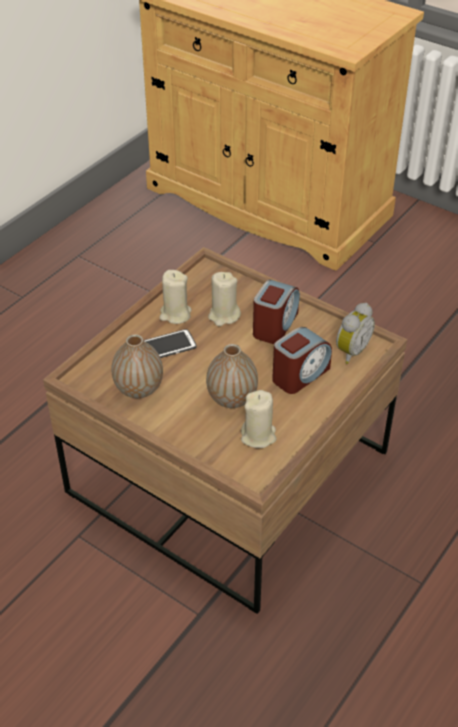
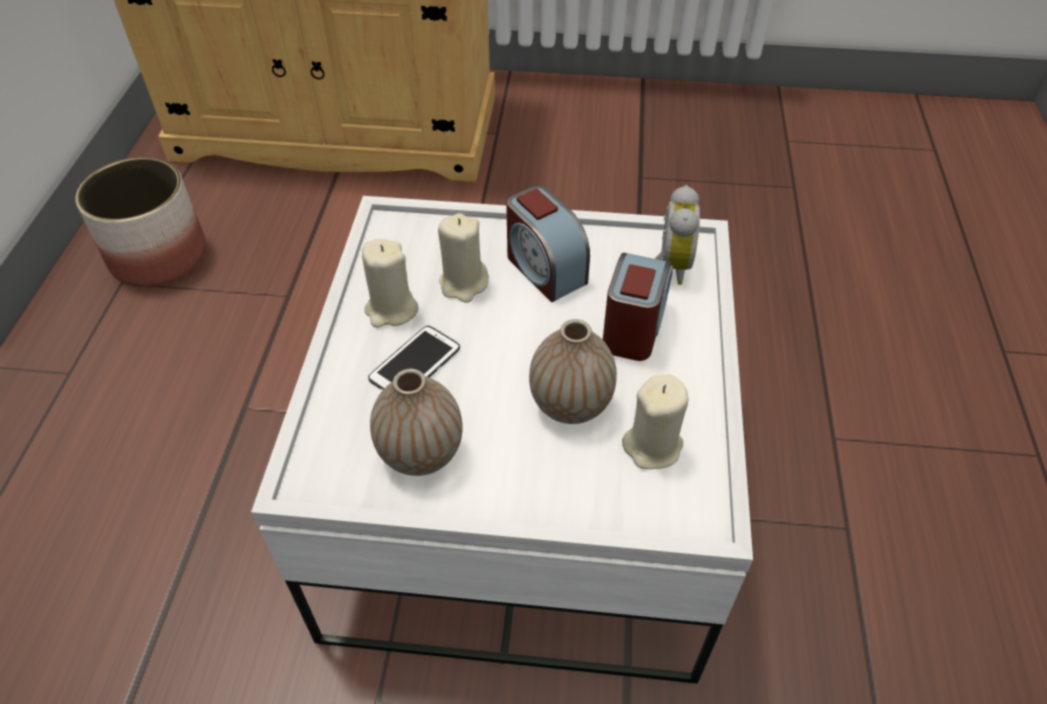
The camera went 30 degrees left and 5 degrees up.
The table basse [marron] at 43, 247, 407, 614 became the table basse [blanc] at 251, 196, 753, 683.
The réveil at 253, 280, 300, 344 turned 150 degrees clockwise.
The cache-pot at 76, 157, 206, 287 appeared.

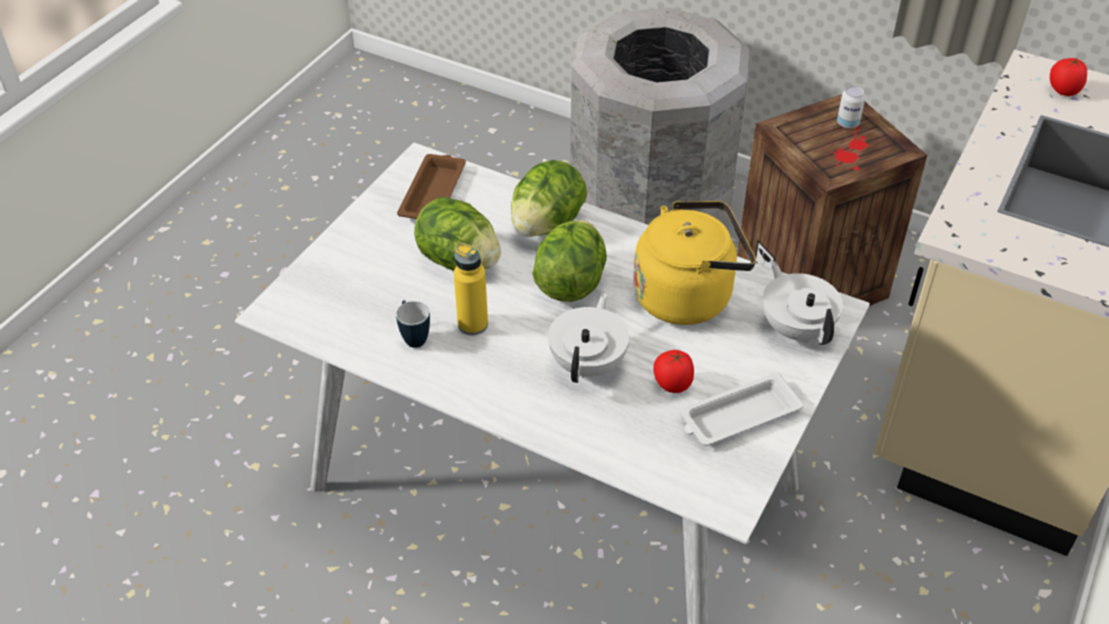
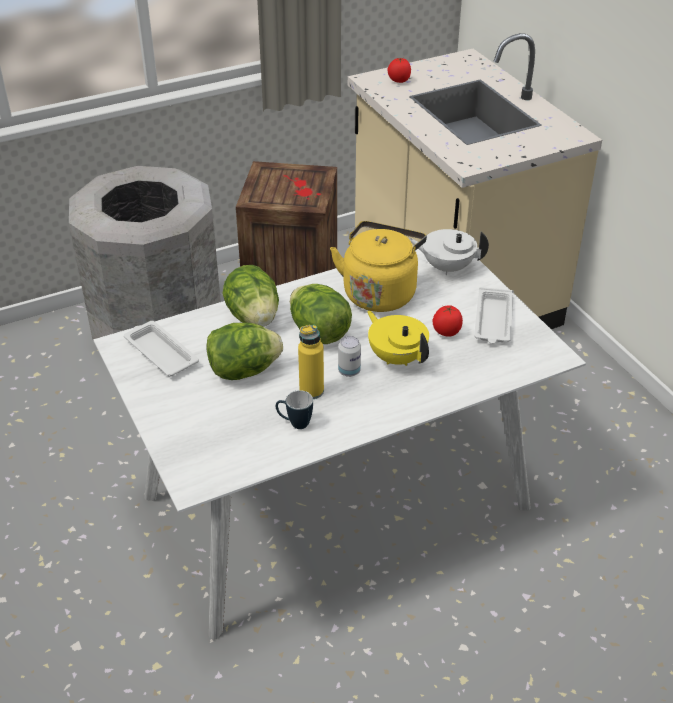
The camera went 55 degrees left and 5 degrees down.
The boîte métallique moved from 837, 86, 865, 129 to 338, 336, 361, 377.
The plateau [marron] at 397, 154, 466, 219 became the plateau [blanc] at 124, 321, 199, 377.
The théière [blanc] at 548, 293, 629, 383 became the théière [jaune] at 367, 311, 429, 366.

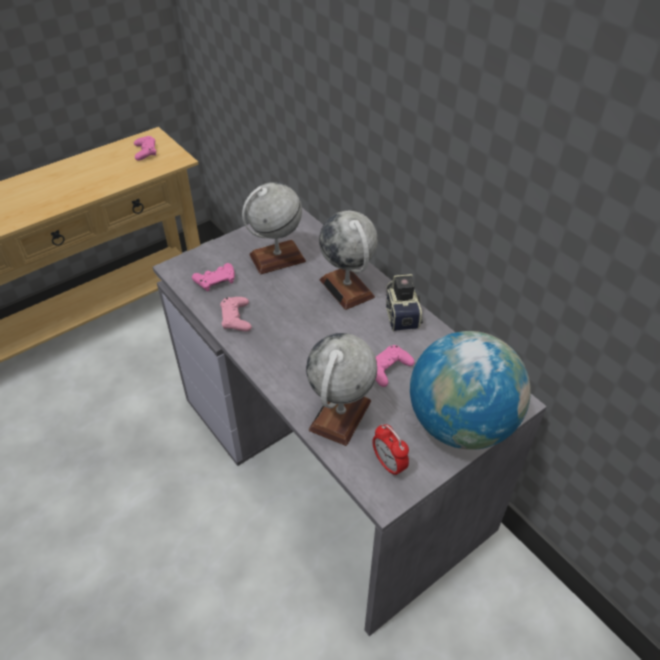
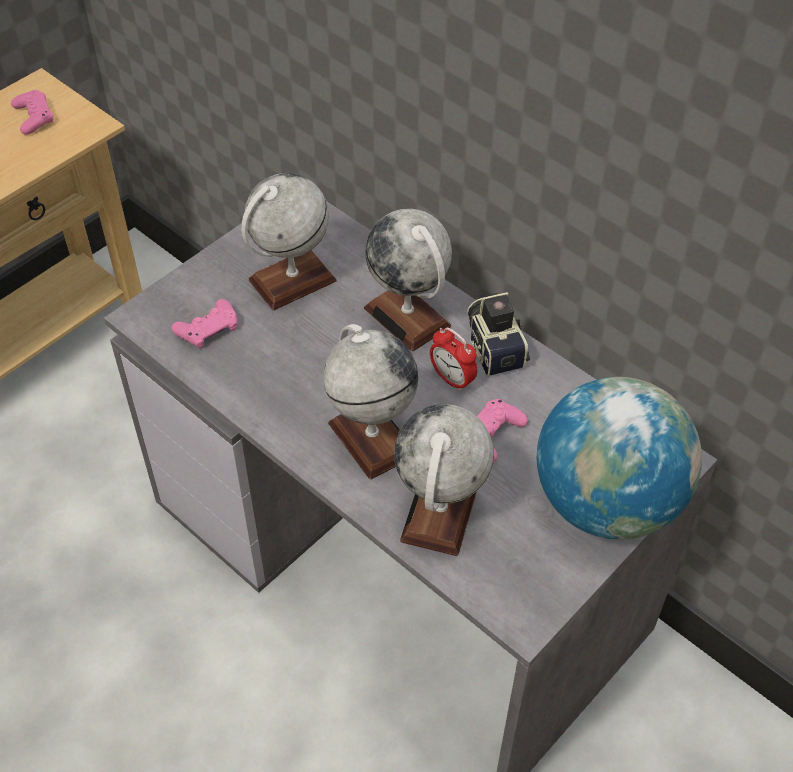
The camera went 10 degrees left and 5 degrees up.
The manette [rose] at 220, 297, 252, 331 disappeared.
The réveil moved from 372, 424, 409, 477 to 430, 327, 477, 392.
The globe at 324, 324, 418, 480 appeared.

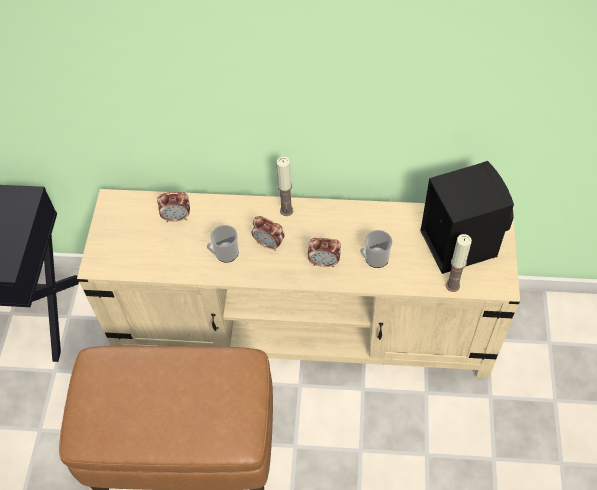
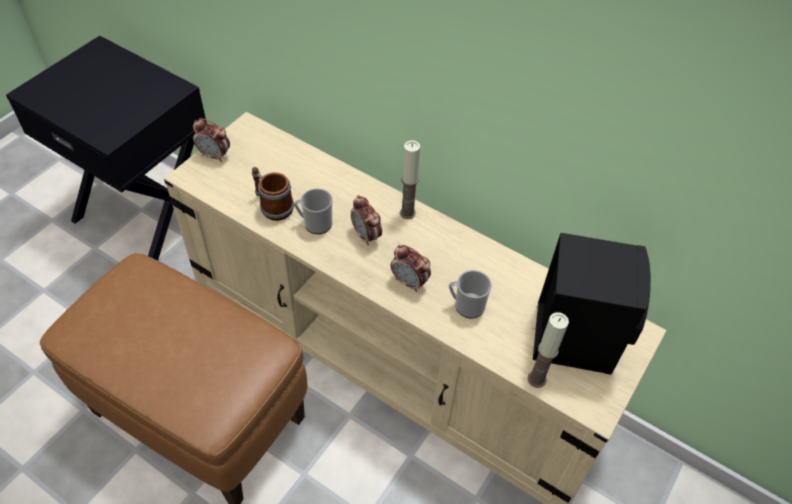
The camera went 25 degrees right and 5 degrees down.
The réveil moved from 157, 192, 190, 222 to 193, 118, 230, 162.
The mug at 252, 167, 294, 221 appeared.

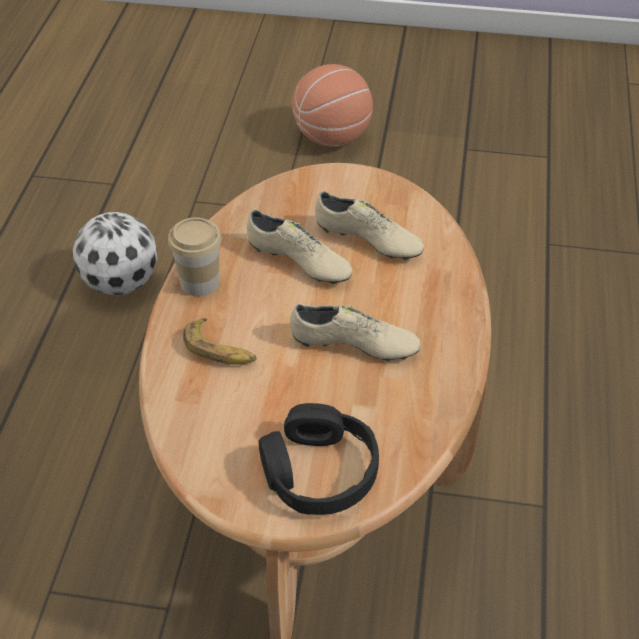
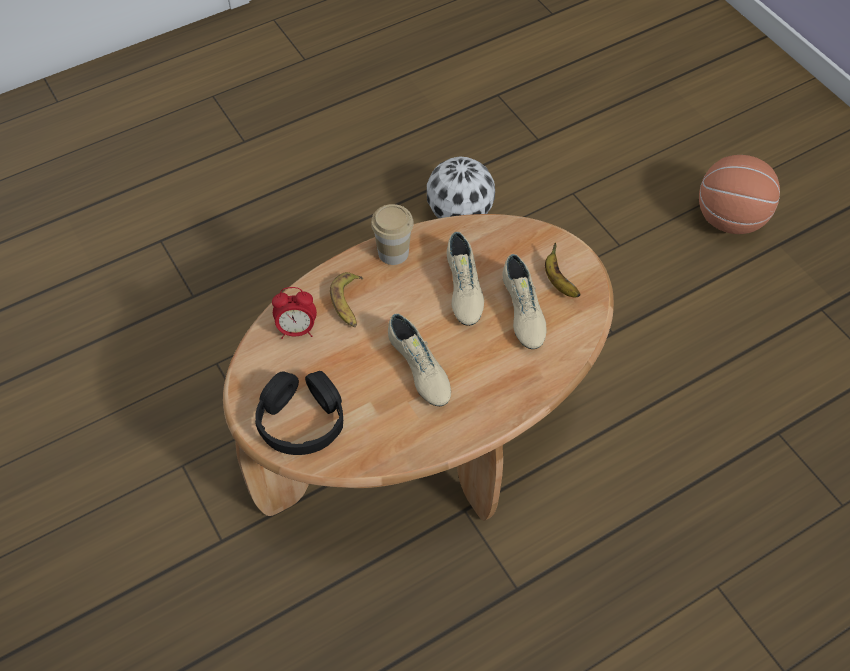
The camera went 50 degrees right and 10 degrees up.
The banane at 545, 242, 581, 297 appeared.
The réveil at 272, 287, 317, 339 appeared.

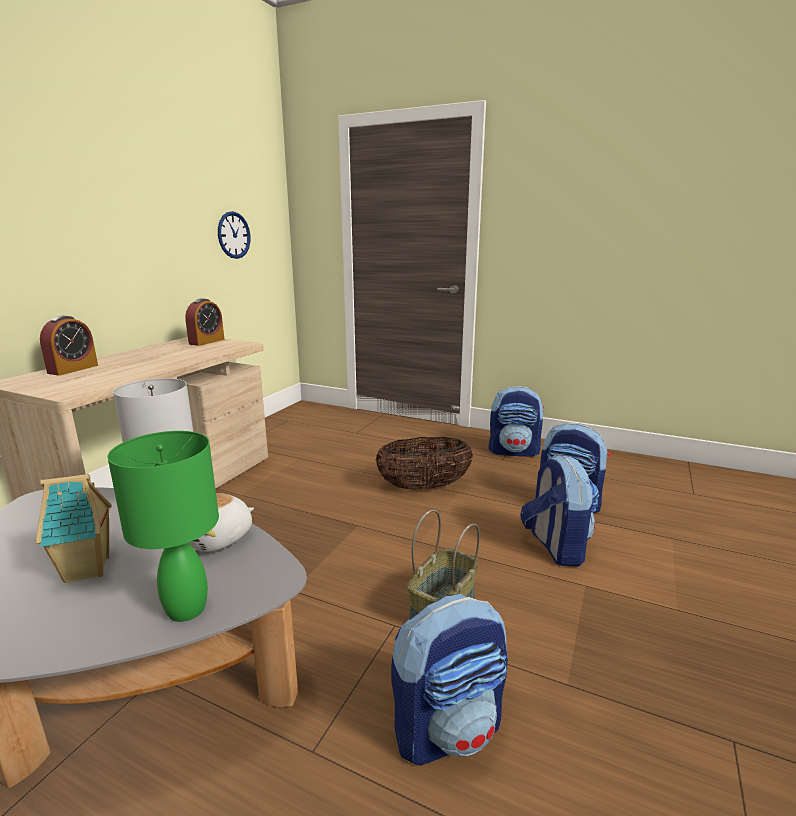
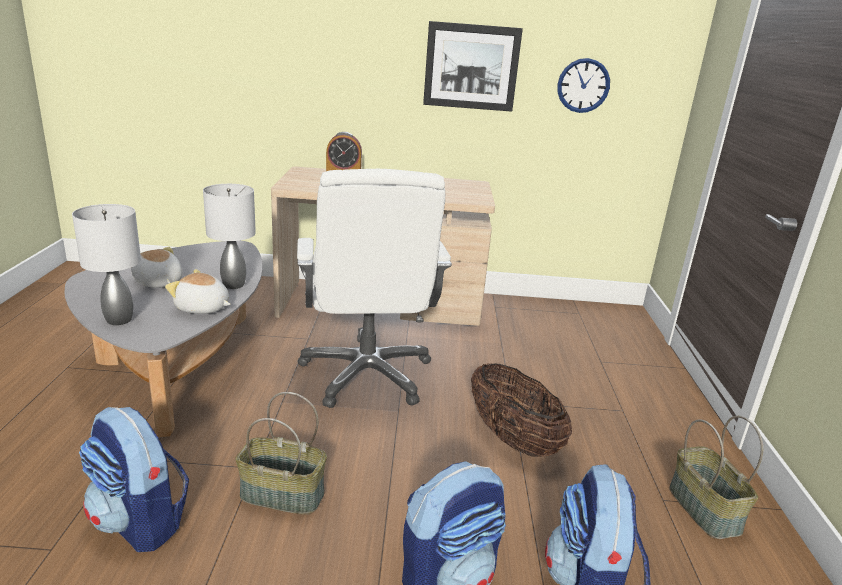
The camera went 65 degrees right and 5 degrees up.
The réveil at 185, 298, 225, 346 disappeared.
The sac à dos at 488, 386, 544, 457 was replaced by the panier at 669, 416, 763, 539.
The lampe de table [vert] at 107, 431, 219, 622 became the lampe de table [gris] at 72, 204, 141, 325.
The maison miniature at 36, 474, 112, 583 was replaced by the peluche at 131, 247, 183, 288.
The tableau at 423, 21, 523, 112 appeared.
The chaise de bureau [blanc] at 297, 169, 452, 408 appeared.

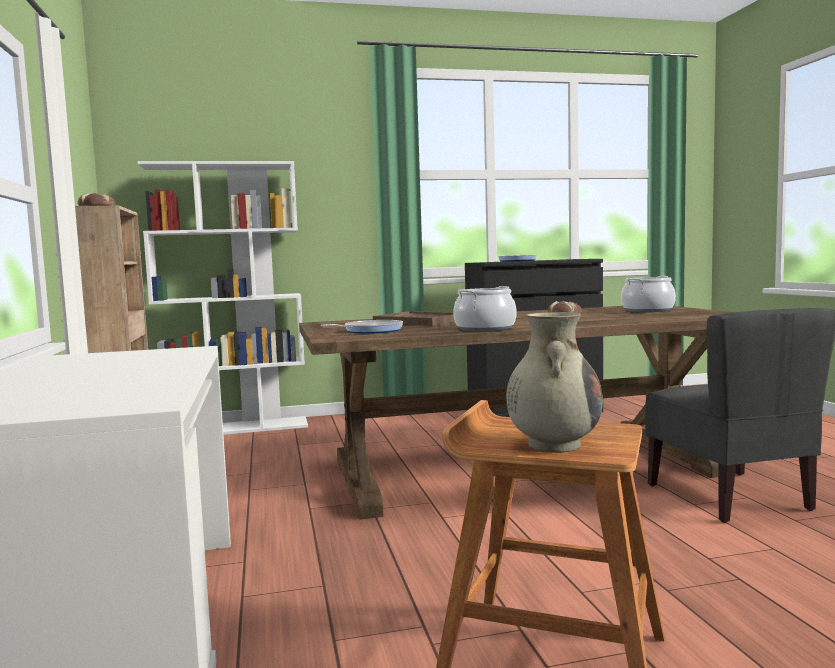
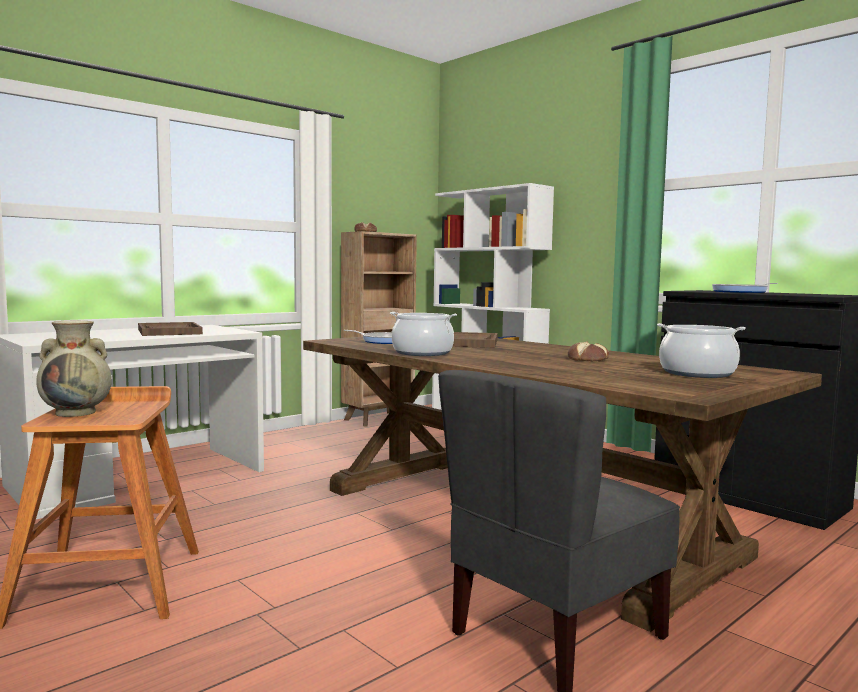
The camera went 60 degrees right and 0 degrees up.
The plateau [marron] at 138, 322, 203, 336 appeared.

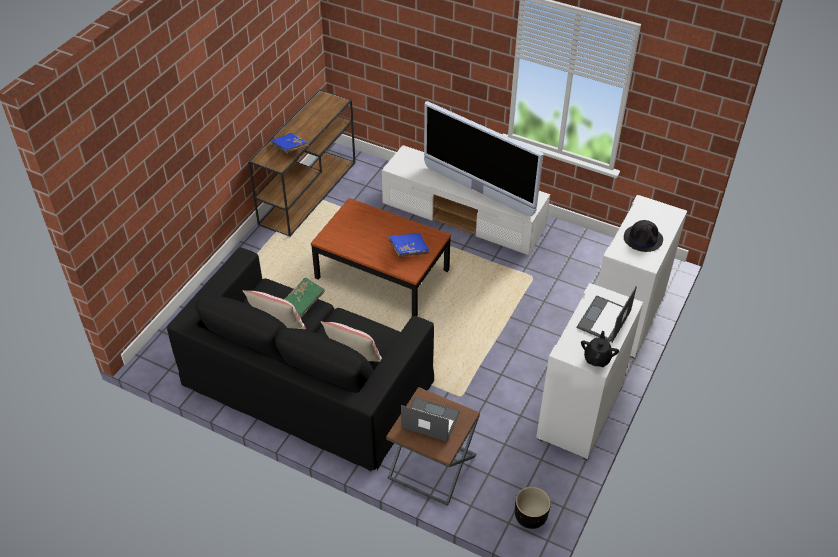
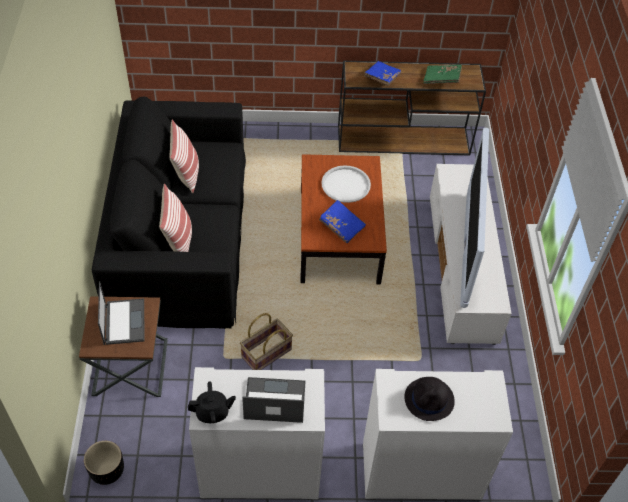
The camera went 60 degrees right and 5 degrees up.
The livre [vert] moved from 284, 278, 325, 318 to 424, 64, 462, 84.
The plateau [blanc] at 321, 165, 371, 203 appeared.
The panier at 240, 313, 293, 370 appeared.

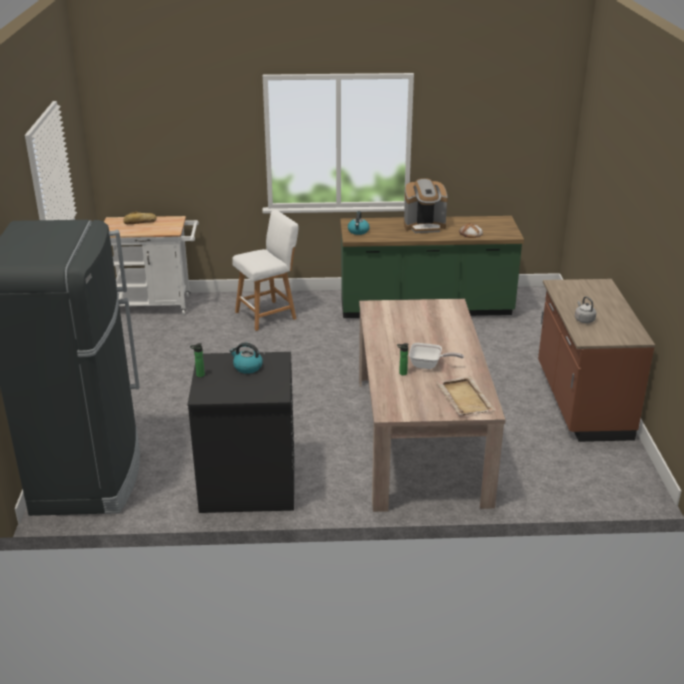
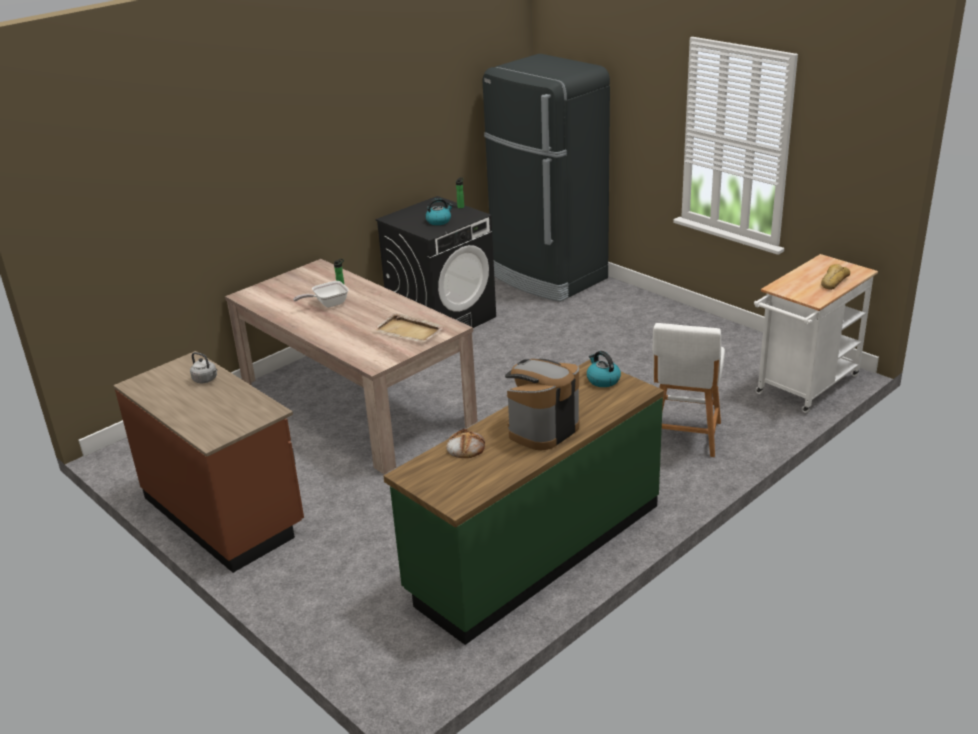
The camera went 140 degrees right and 0 degrees up.
The plateau [beige] moved from 436, 376, 496, 415 to 372, 313, 445, 343.

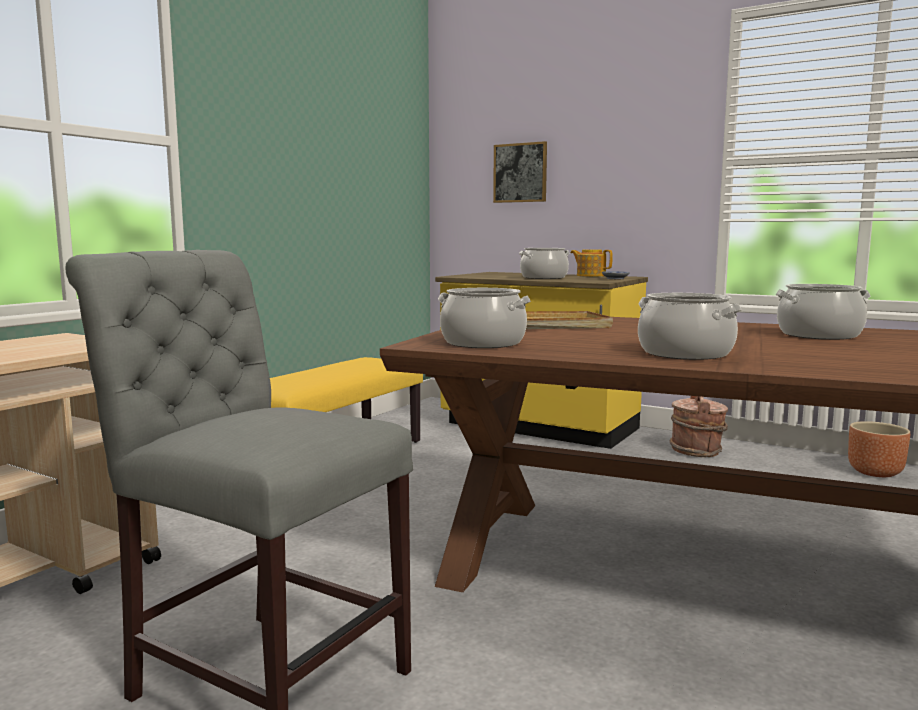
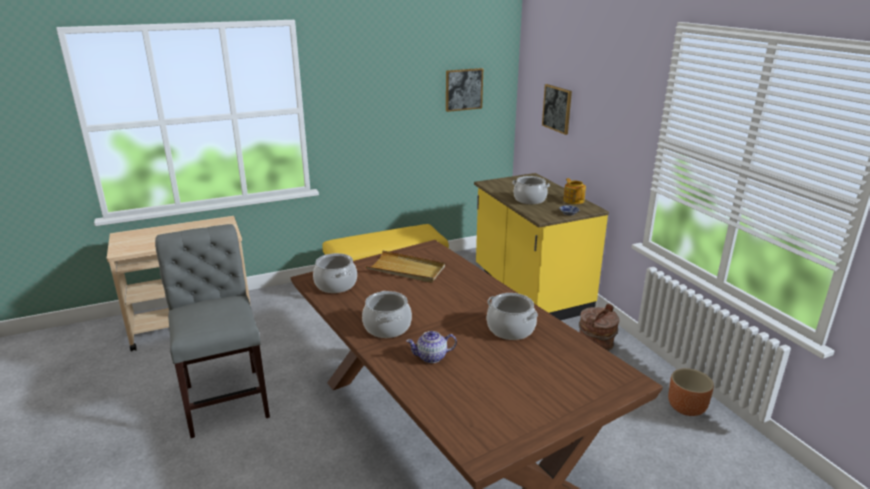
The camera went 35 degrees right and 15 degrees up.
The tableau at 446, 68, 483, 112 appeared.
The théière at 406, 331, 457, 363 appeared.

